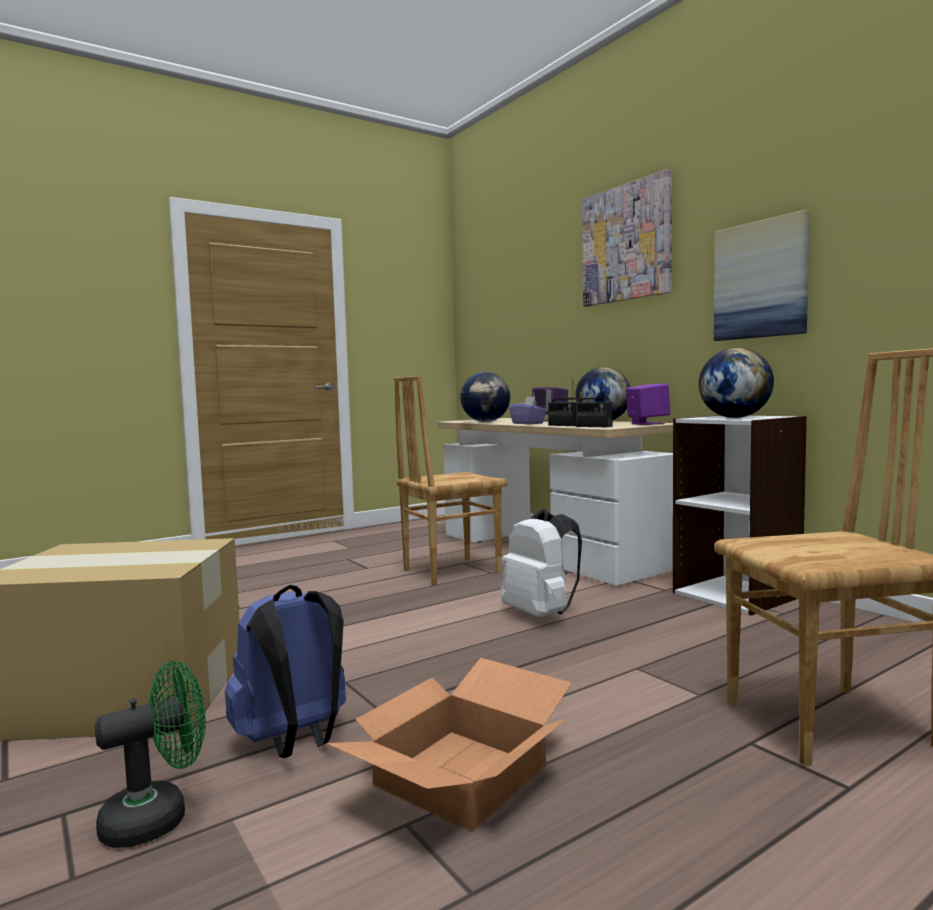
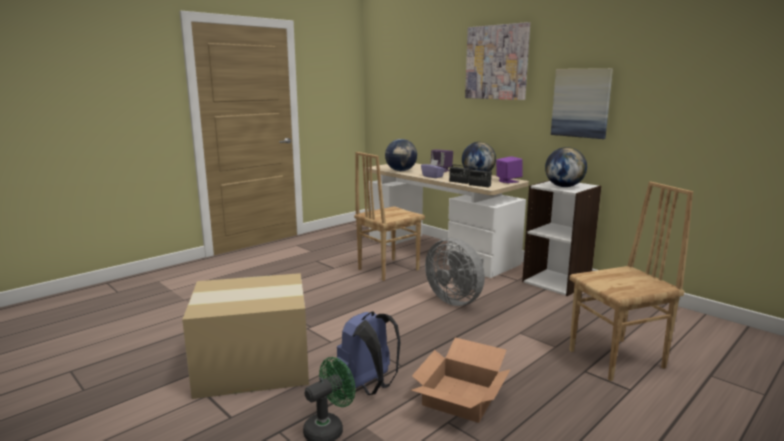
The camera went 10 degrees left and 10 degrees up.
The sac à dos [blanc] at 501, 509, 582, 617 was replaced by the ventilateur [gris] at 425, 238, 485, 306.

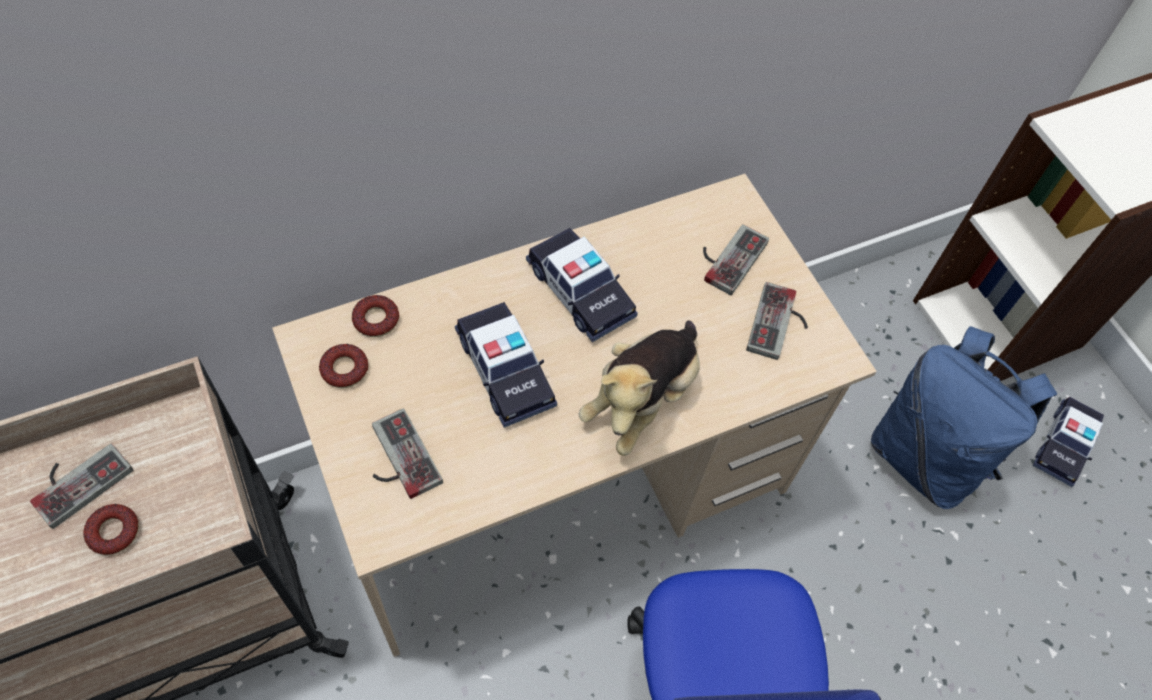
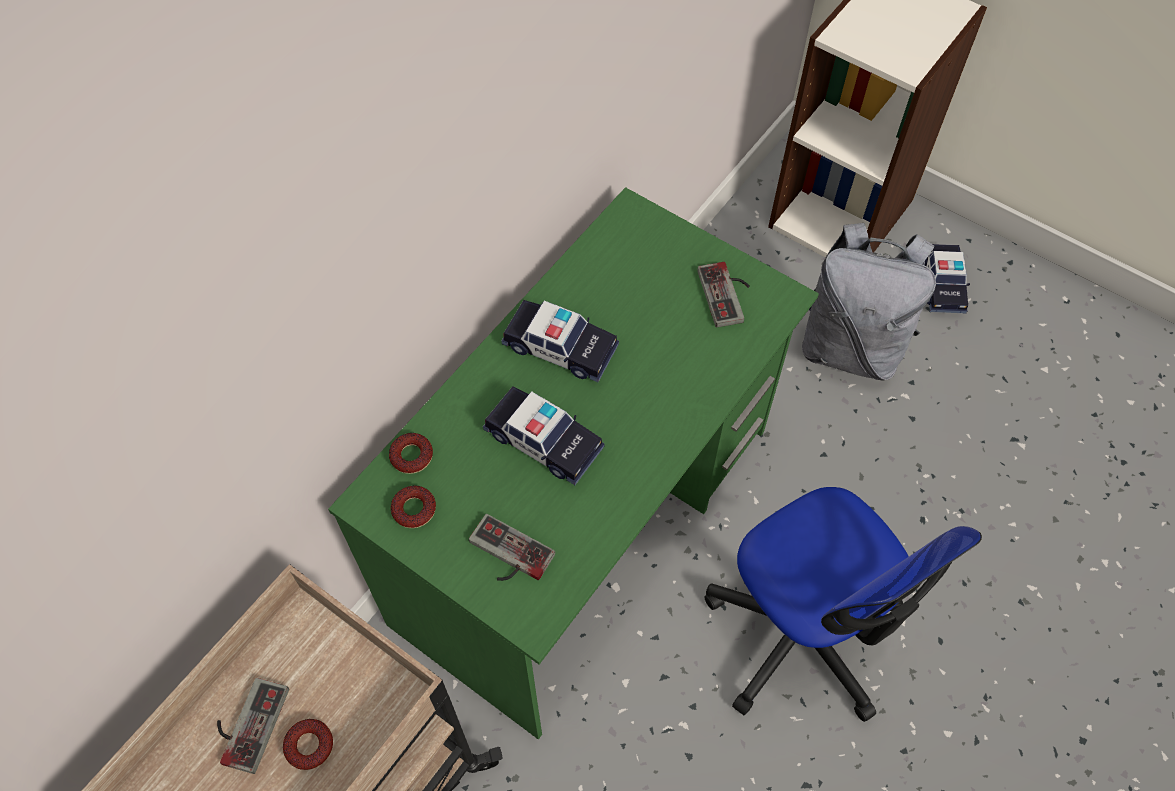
The camera went 25 degrees left and 0 degrees up.
The bureau [beige] at 272, 174, 877, 657 became the bureau [vert] at 328, 187, 819, 740.
The manette at 703, 224, 769, 295 disappeared.
The peluche at 578, 321, 700, 456 disappeared.
The sac à dos [bleu] at 871, 326, 1057, 509 became the sac à dos [gris] at 802, 223, 936, 381.

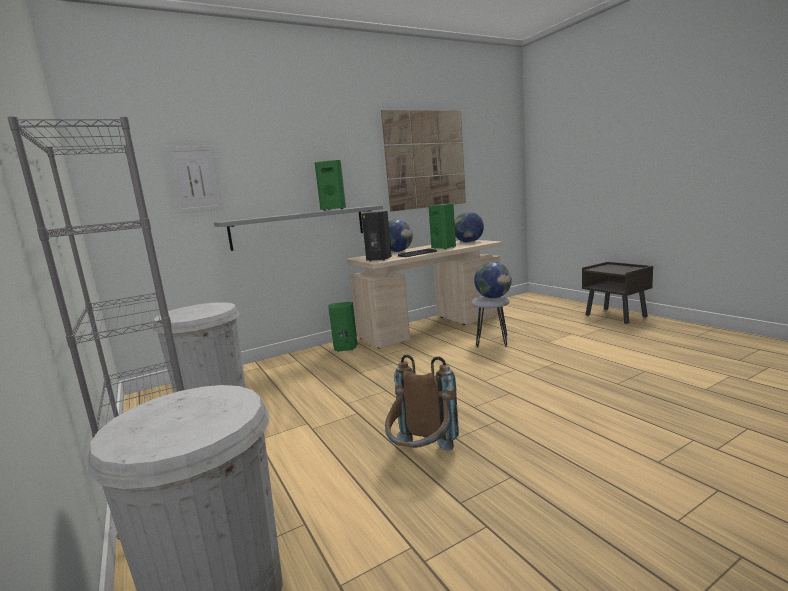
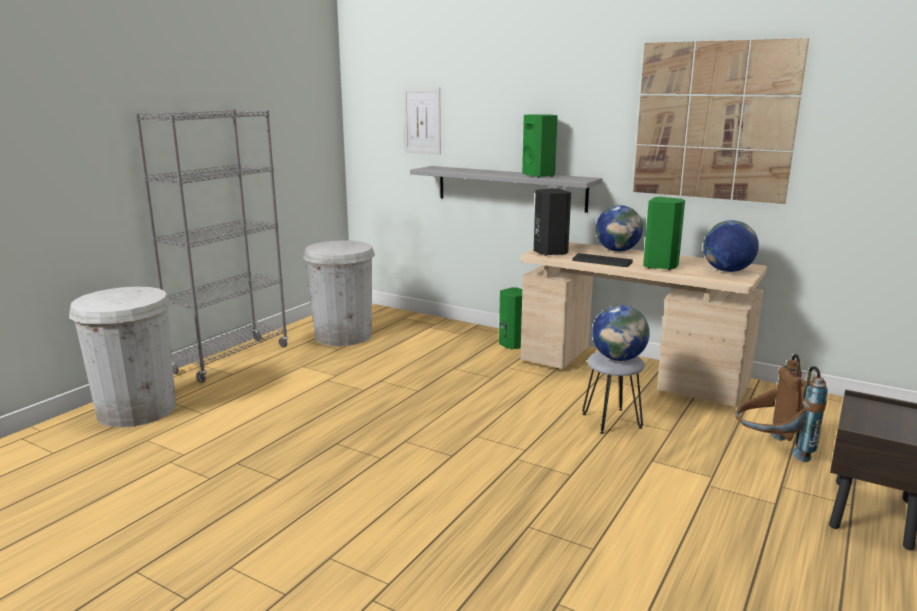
The camera went 60 degrees right and 5 degrees up.
The sac à dos [marron] moved from 385, 354, 459, 451 to 735, 354, 827, 462.

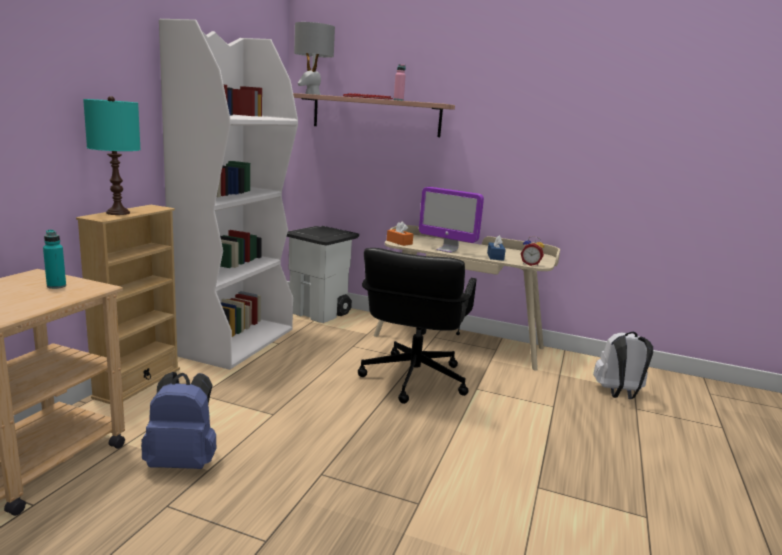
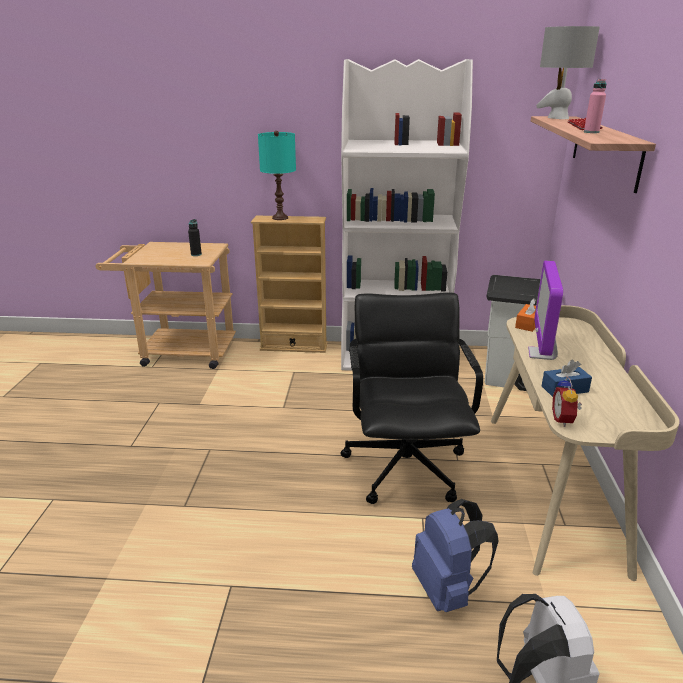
The camera went 75 degrees right and 10 degrees up.
The bouteille [turquoise] at 43, 230, 66, 289 became the bouteille [noir] at 188, 219, 202, 256.
The chaise de bureau [noir] at 358, 248, 476, 404 turned 90 degrees clockwise.
The sac à dos [bleu] moved from 141, 372, 217, 469 to 412, 499, 499, 612.

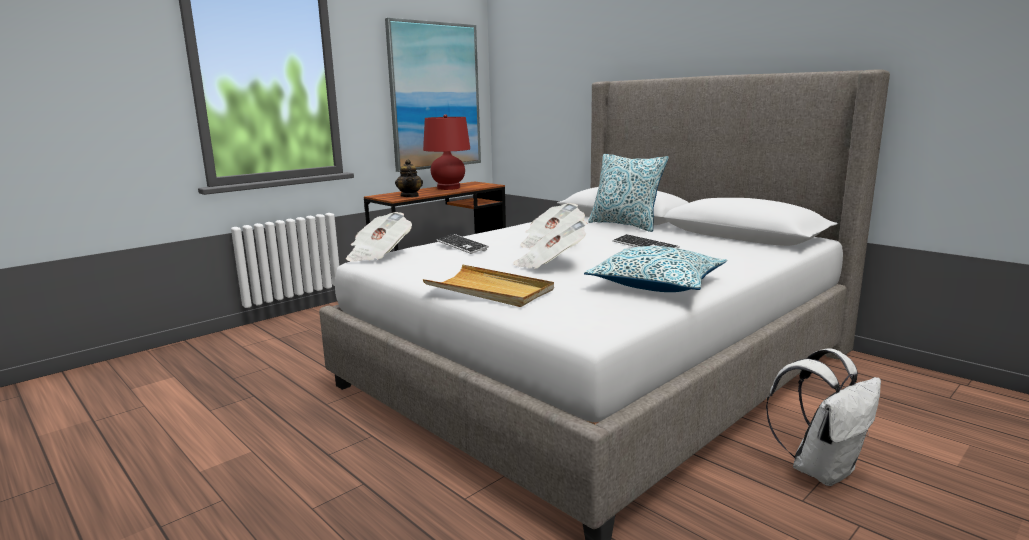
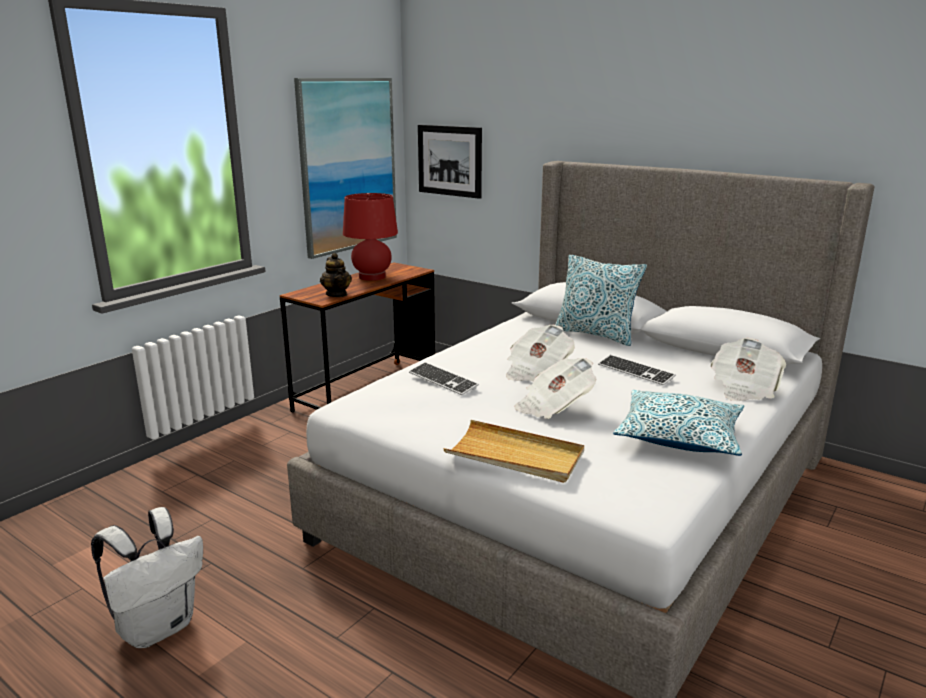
The camera went 10 degrees left and 5 degrees up.
The journal moved from 346, 212, 412, 262 to 711, 338, 786, 401.
The sac à dos [blanc] moved from 766, 348, 881, 486 to 91, 507, 203, 648.
The tableau at 418, 125, 482, 199 appeared.

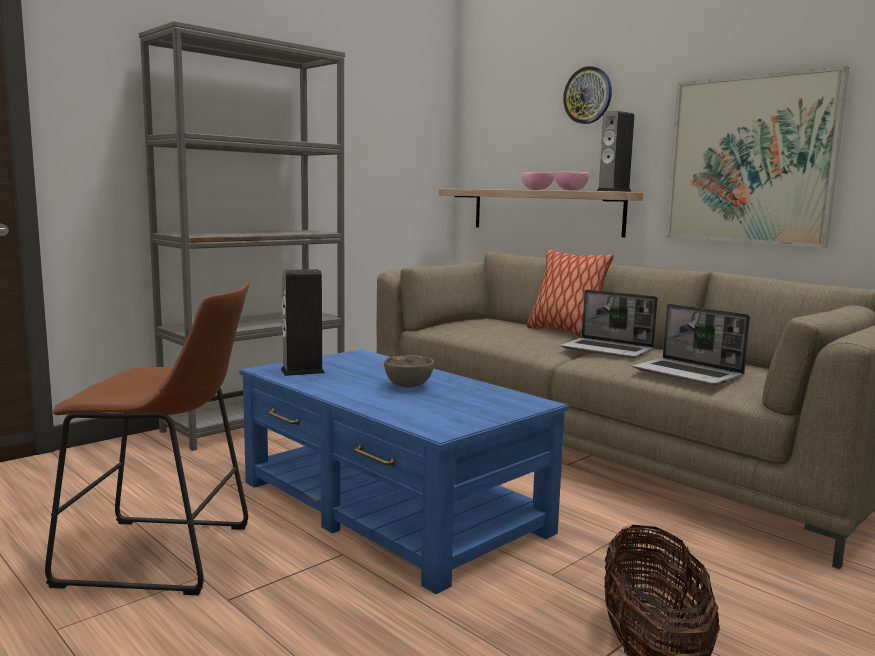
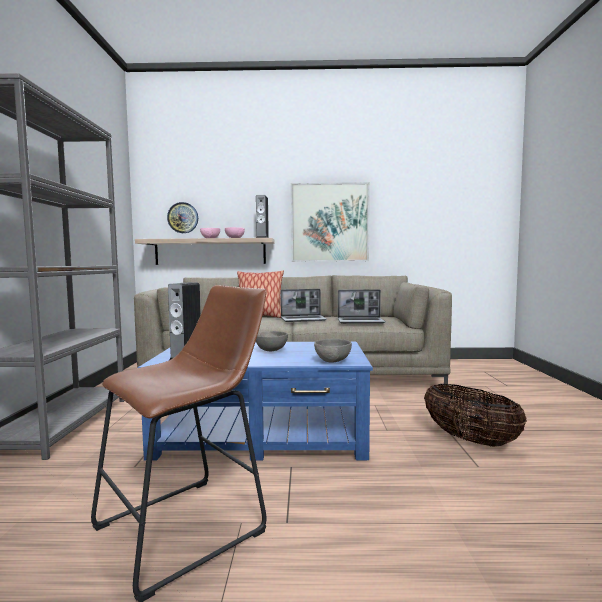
The camera went 45 degrees left and 5 degrees down.
The horloge murale moved from 563, 66, 612, 124 to 167, 202, 198, 233.
The bol [gris] at 314, 339, 352, 363 appeared.

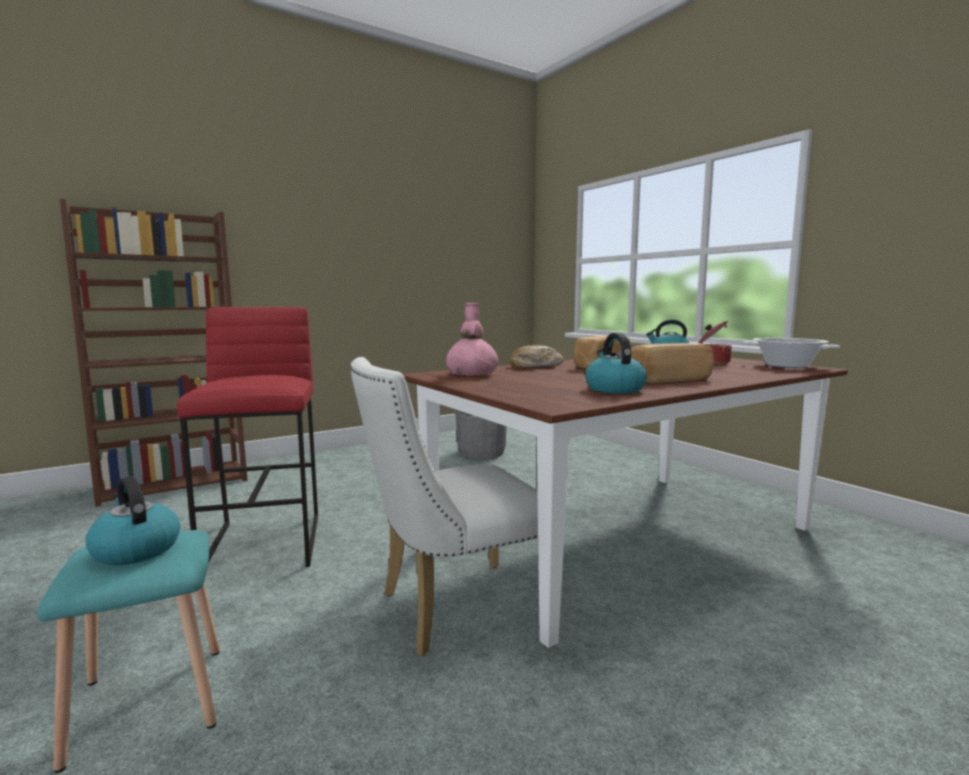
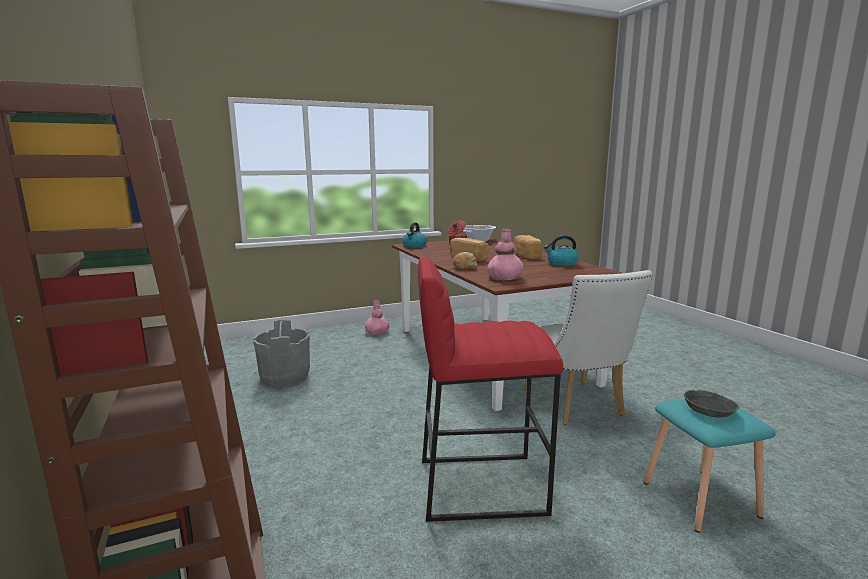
The camera went 80 degrees left and 5 degrees up.
The bouilloire at 86, 476, 180, 565 was replaced by the bol [gris] at 684, 390, 739, 417.
The vase [rose] at 365, 299, 389, 335 appeared.

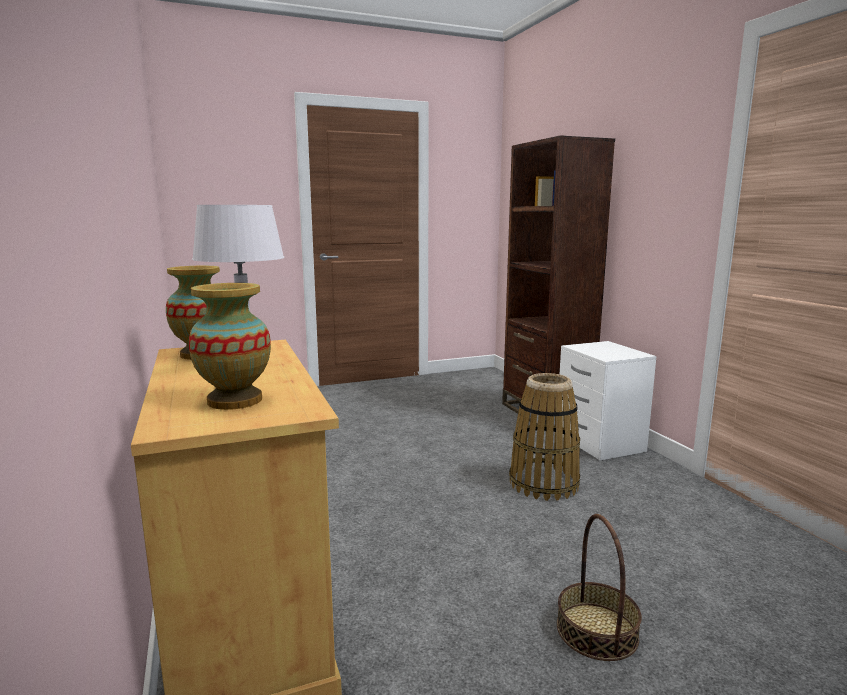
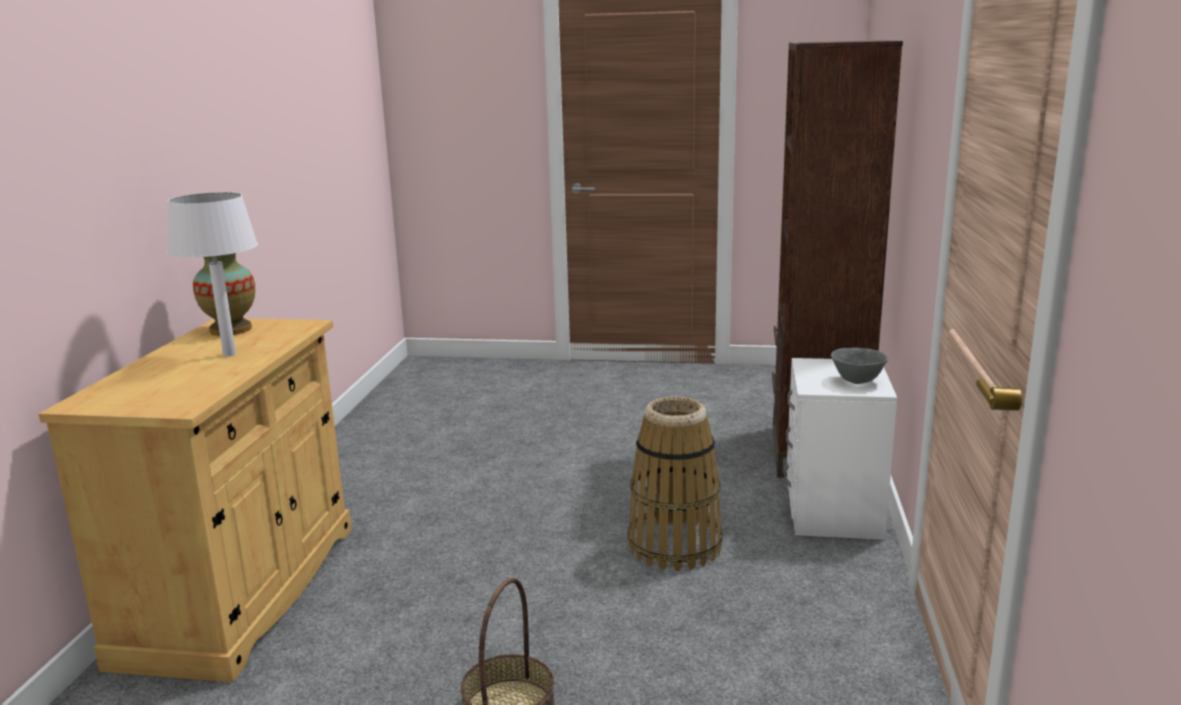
The camera went 30 degrees right and 5 degrees up.
The vase at 189, 283, 271, 410 disappeared.
The bol [gris] at 831, 348, 888, 384 appeared.

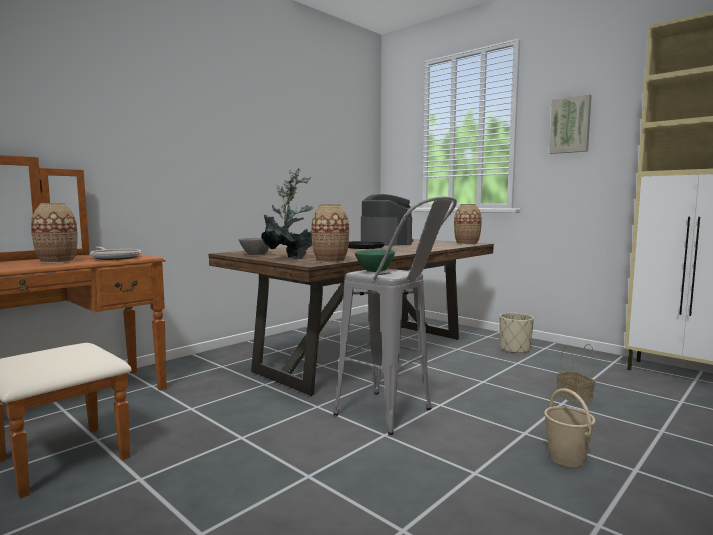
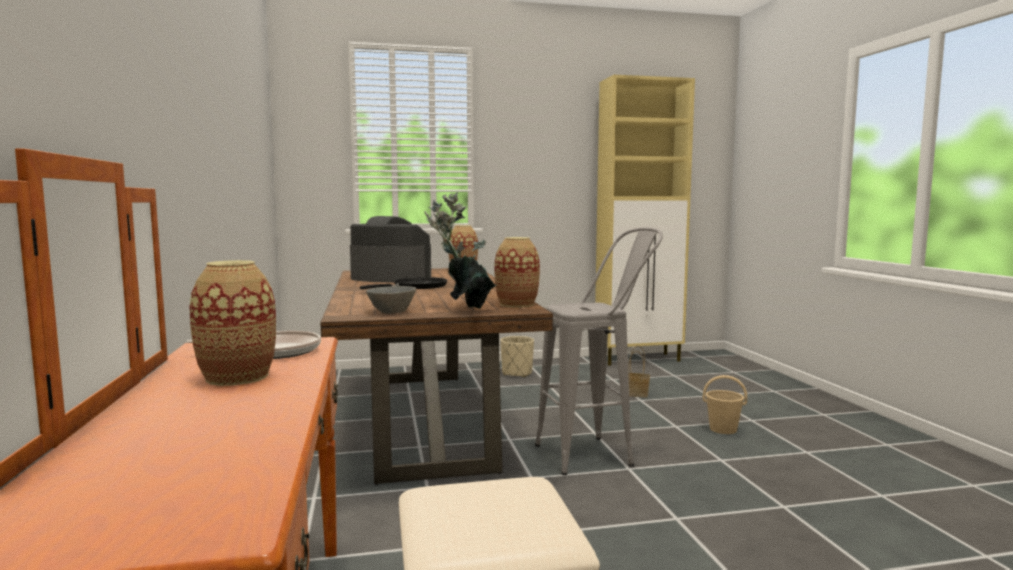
The camera went 55 degrees left and 0 degrees up.
The tableau at 549, 94, 591, 154 disappeared.
The bol [vert] at 355, 250, 395, 272 disappeared.

